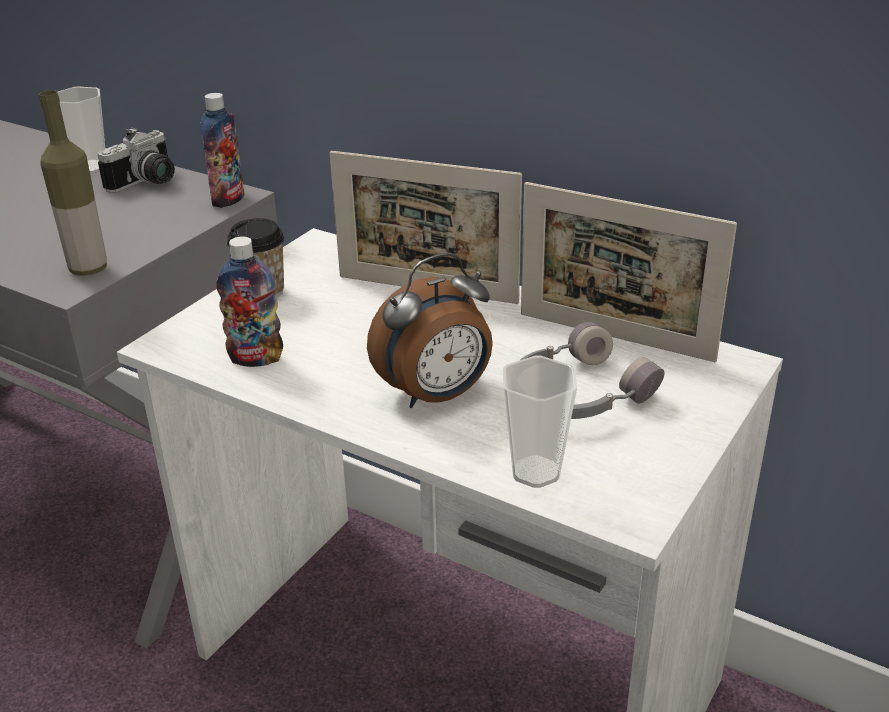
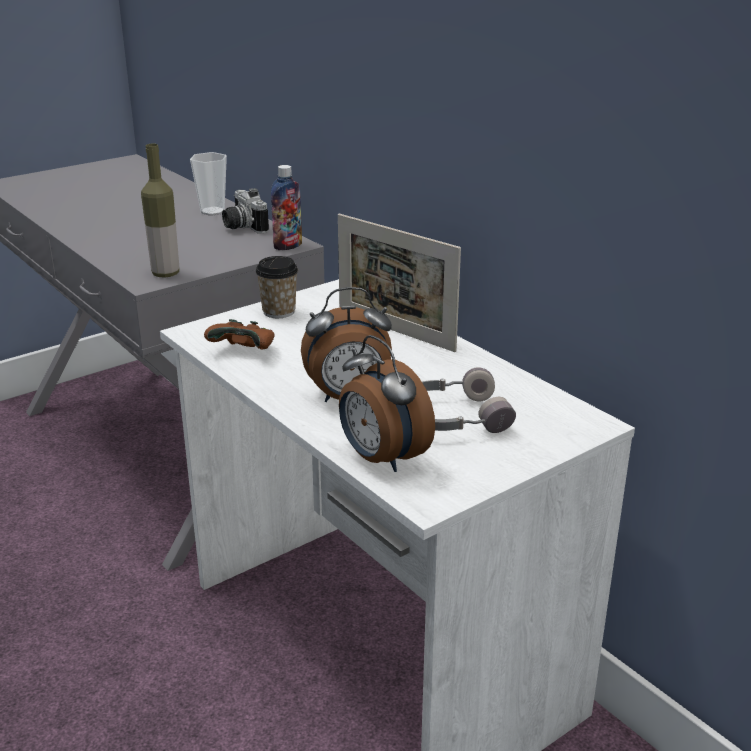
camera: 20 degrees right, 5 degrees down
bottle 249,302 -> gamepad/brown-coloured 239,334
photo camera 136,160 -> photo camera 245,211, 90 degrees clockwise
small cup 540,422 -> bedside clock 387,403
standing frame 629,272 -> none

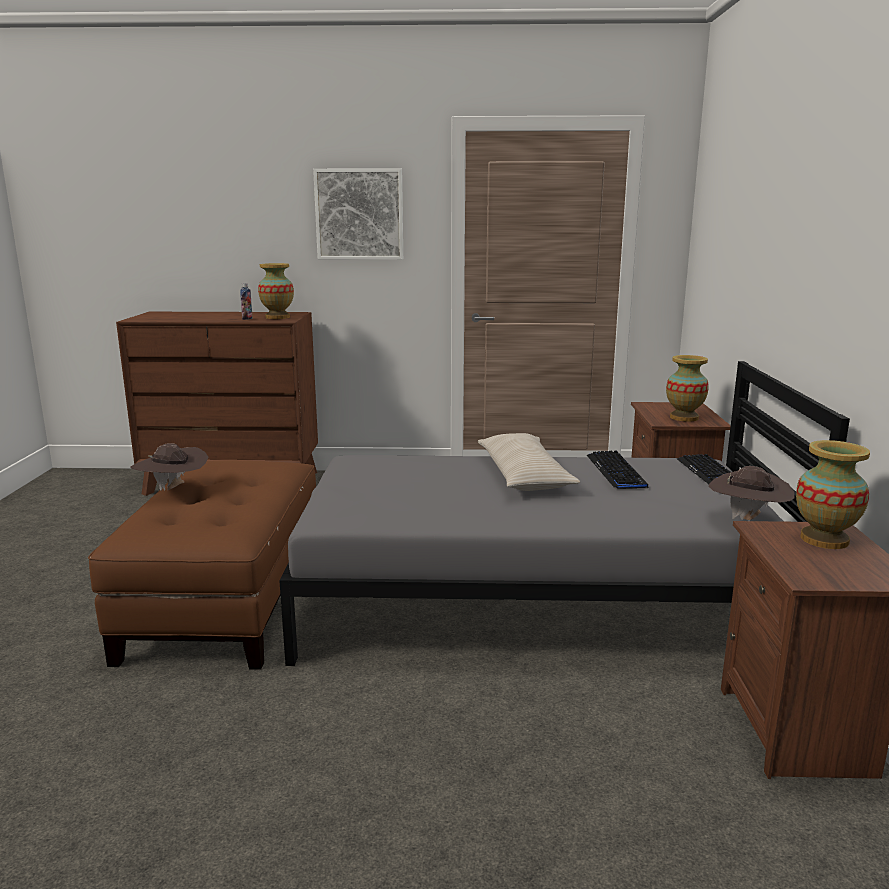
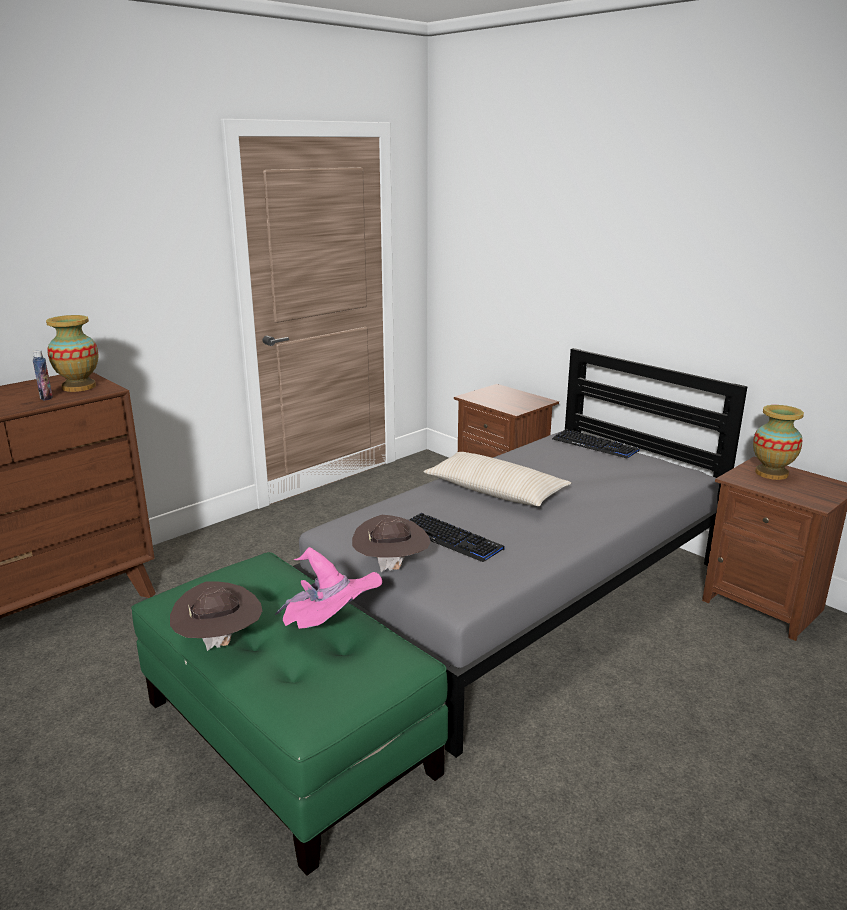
camera: 45 degrees left, 5 degrees up
footrest/brown-coloured 202,565 -> footrest/green 289,713
none -> clothing hat/pink-coloured 328,588
clothing hat/brown-coloured 752,493 -> clothing hat/brown-coloured 391,543, relocated
PC keyboard 617,470 -> PC keyboard 457,537, relocated
picture 358,214 -> none
decorative vase 687,388 -> none

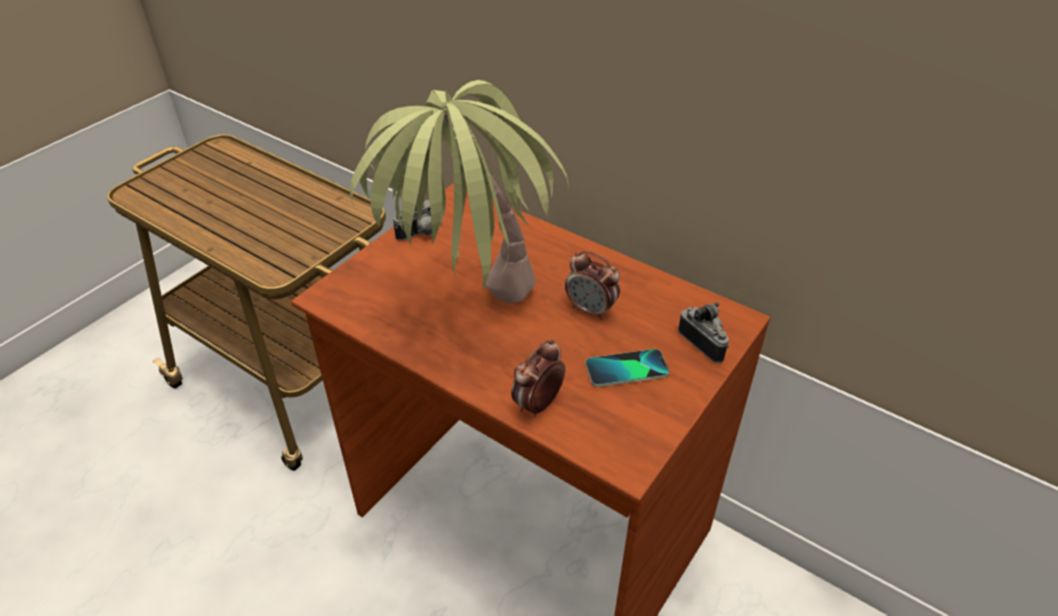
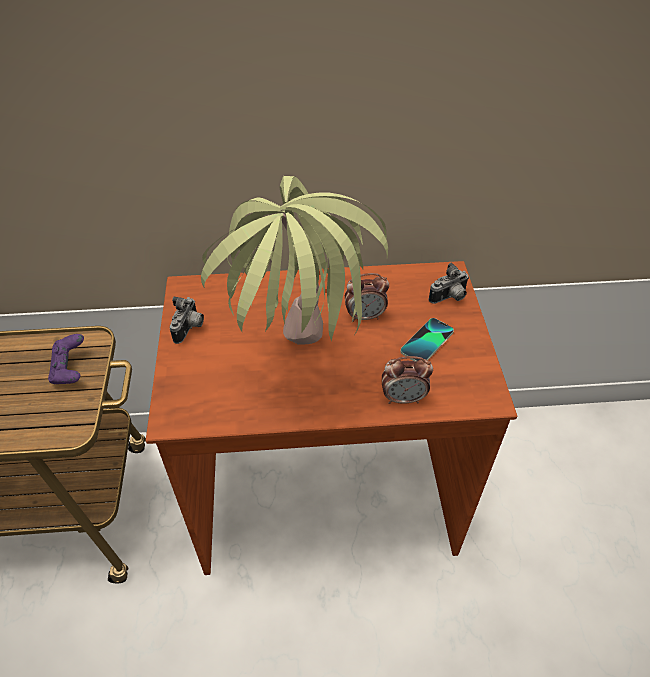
camera: 40 degrees left, 5 degrees up
none -> gamepad/purple 66,359
bedside clock 538,378 -> bedside clock 407,380, 90 degrees counterclockwise
photo camera 703,332 -> photo camera 448,283, 135 degrees clockwise

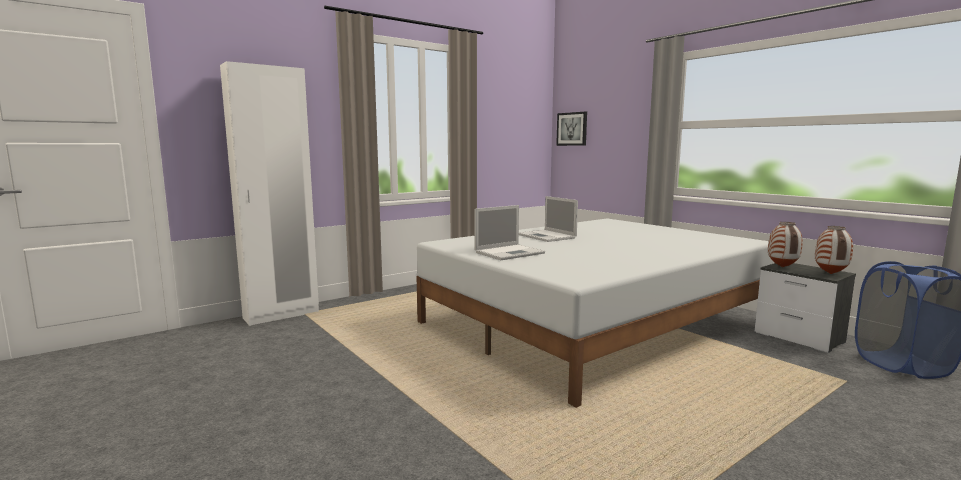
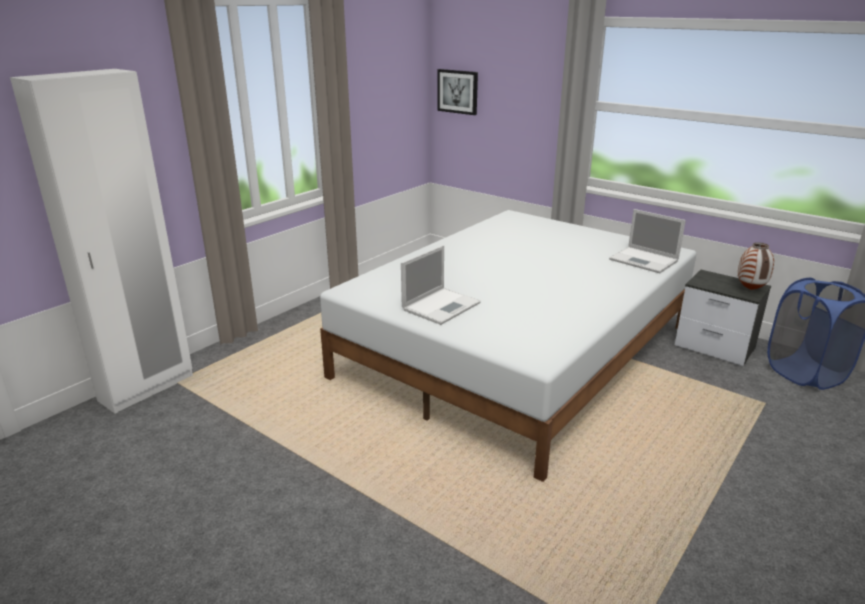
camera: 15 degrees left, 15 degrees up
laptop 548,219 -> laptop 647,241, relocated
decorative vase 785,244 -> none

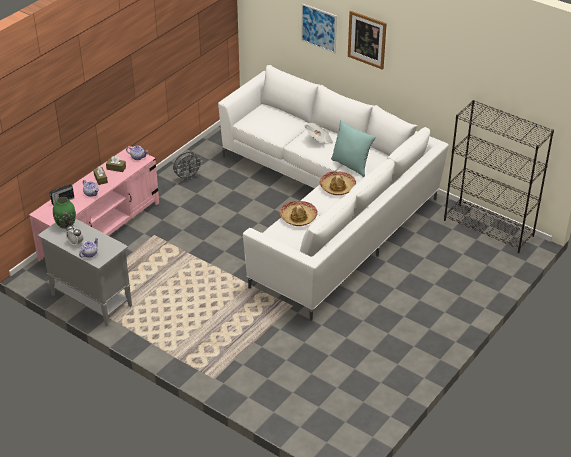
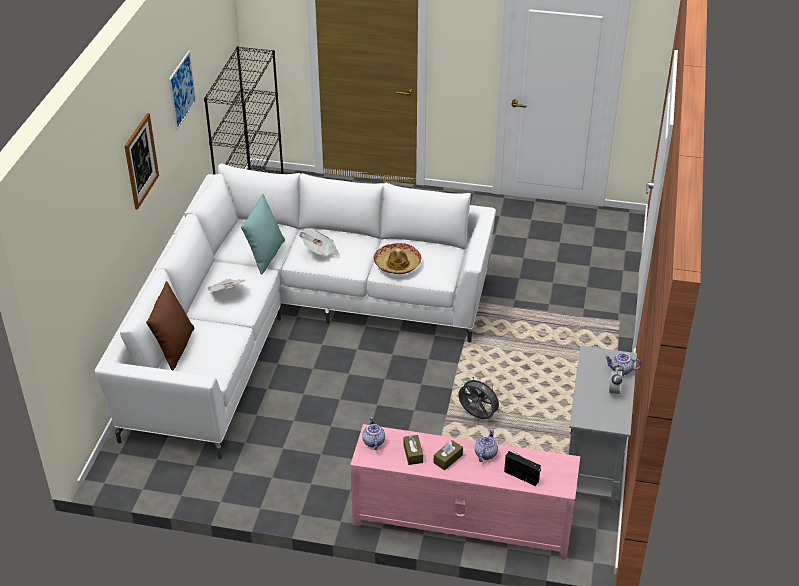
camera: 115 degrees left, 0 degrees up
none -> cushion/brown-coloured 170,325
picture 319,28 -> picture 182,90, relocated
clothing hat 338,183 -> daily paper 319,242
cooling fan/grey 188,166 -> cooling fan/grey 480,397, relocated
decorative vase/green 64,213 -> none

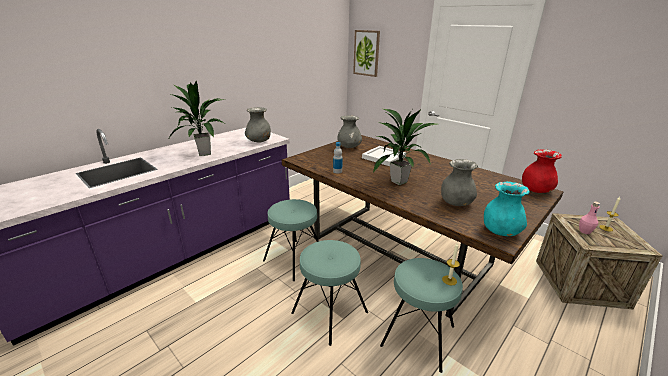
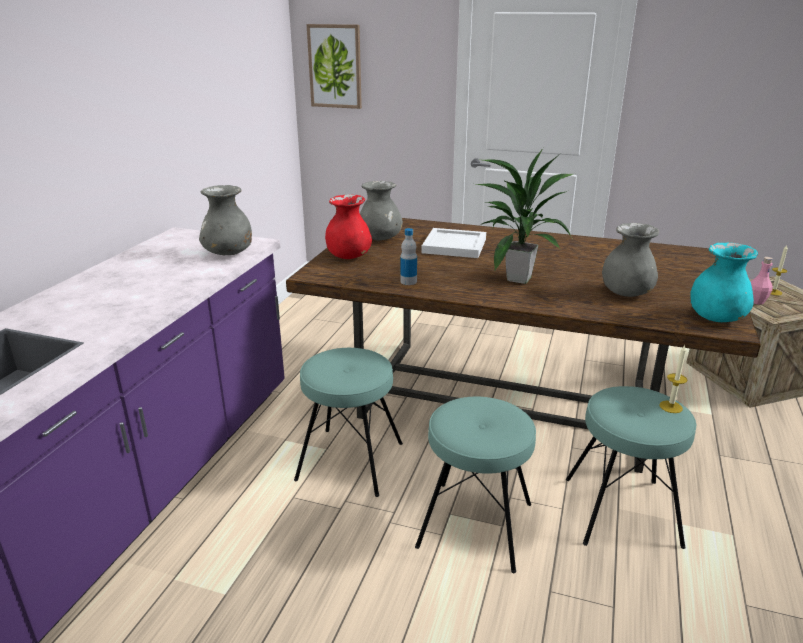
camera: 25 degrees left, 0 degrees up
decorative vase/red 542,171 -> decorative vase/red 348,226, relocated
potted plant 196,118 -> none

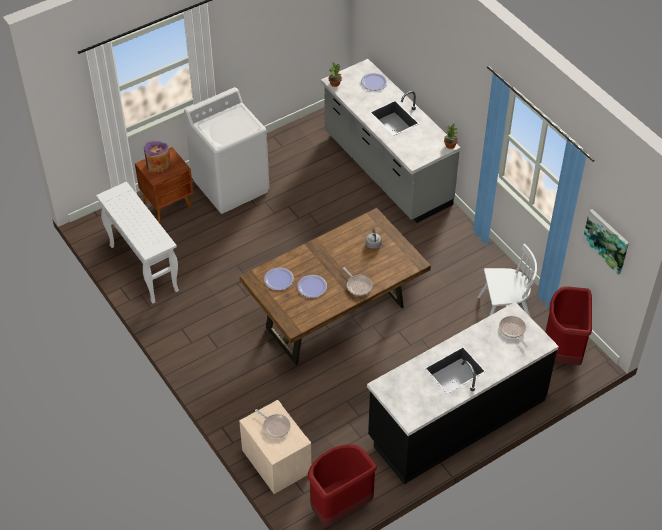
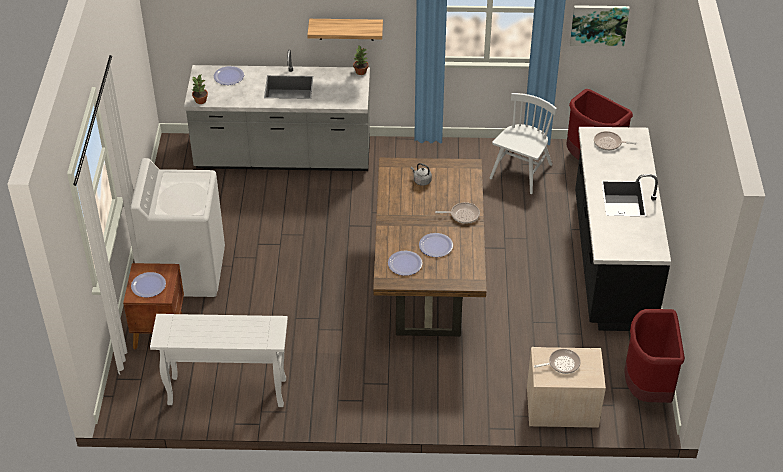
camera: 55 degrees left, 5 degrees down
decorative vase/purple 157,157 -> dinner plate 148,284
none -> shelf 345,30

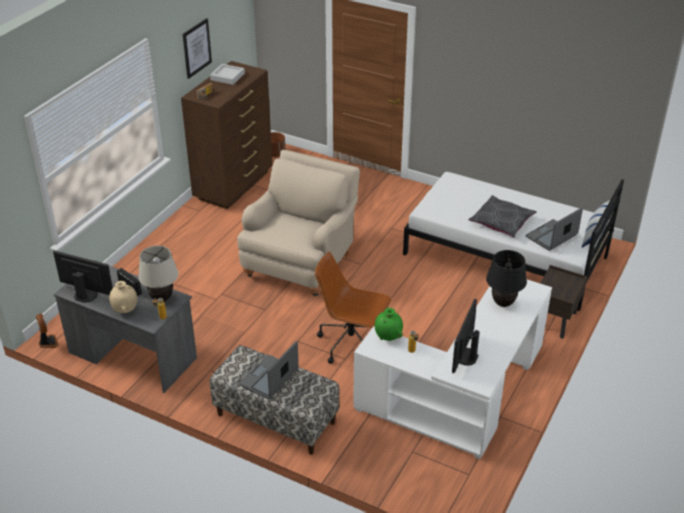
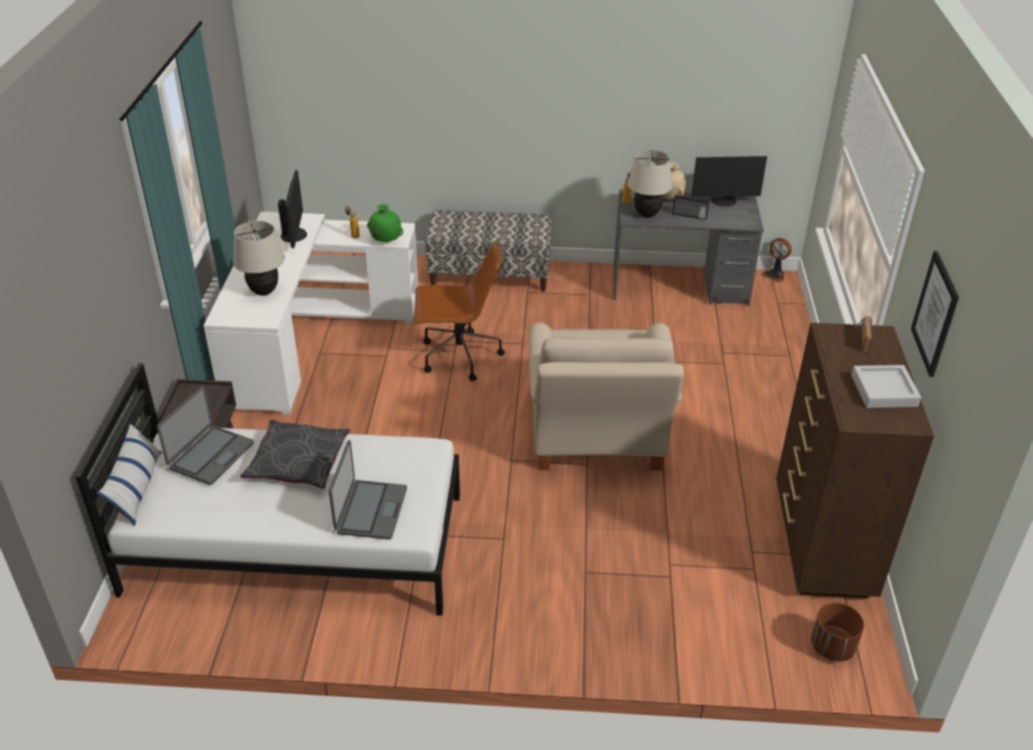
camera: 155 degrees right, 0 degrees up
lamp for a table/black 506,278 -> lamp for a table/beige-coloured 259,258
laptop 269,370 -> laptop 368,490, relocated

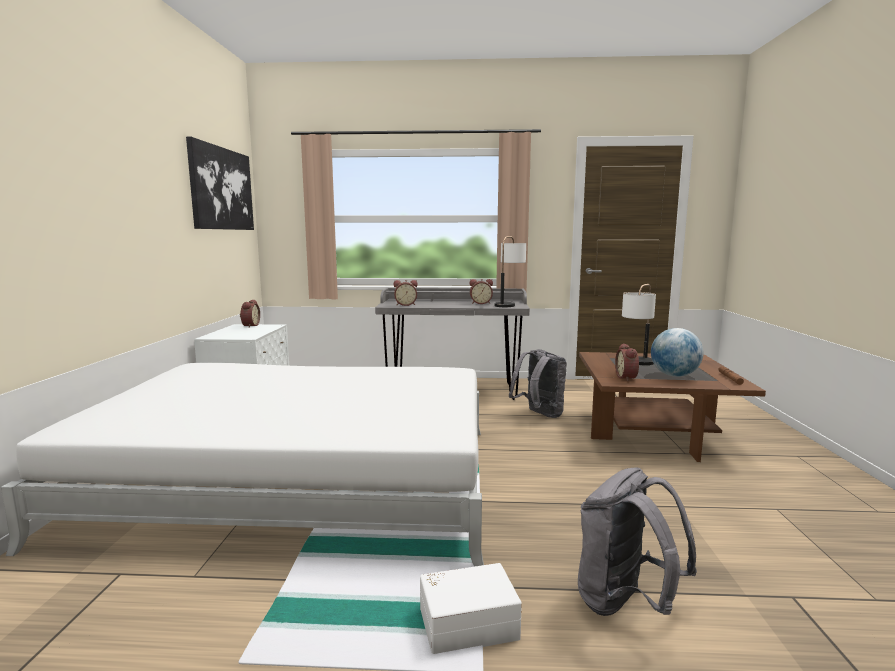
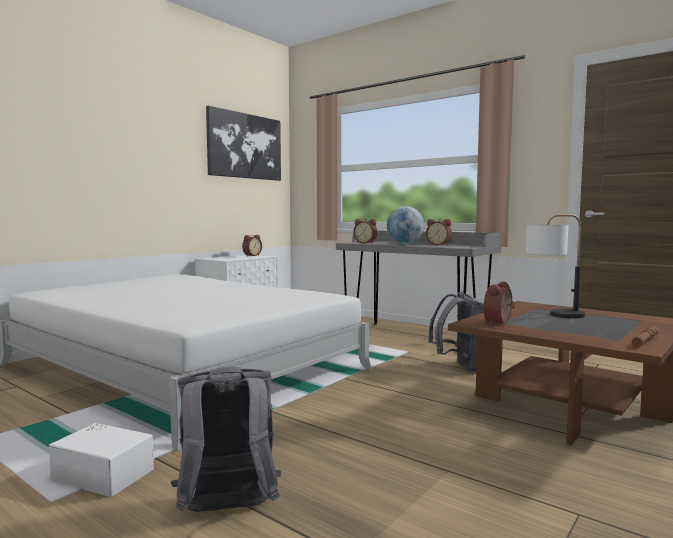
camera: 35 degrees right, 5 degrees down
desk globe 677,352 -> desk globe 405,225, relocated
lamp for a table 510,271 -> none

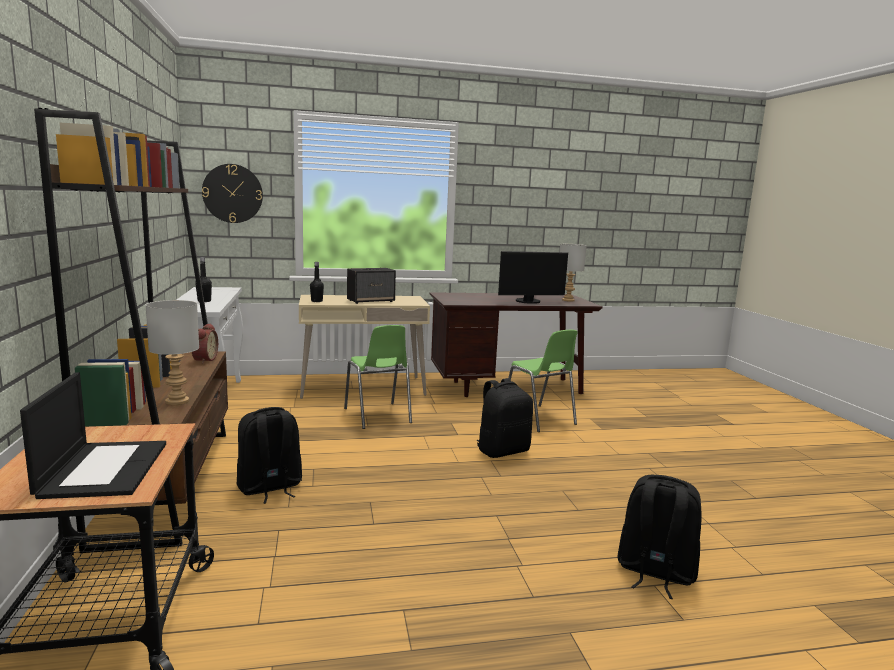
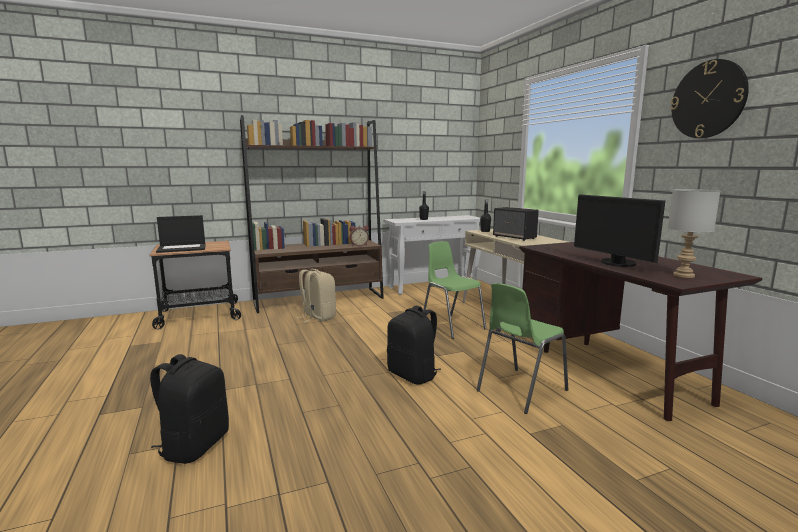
camera: 80 degrees right, 0 degrees up
knapsack/black 269,455 -> knapsack/beige-coloured 317,296
upright chair/green 378,377 -> upright chair/green 454,290, 90 degrees clockwise
hanging clock 232,193 -> hanging clock 709,98, relocated
lamp for a table/grey 172,352 -> none

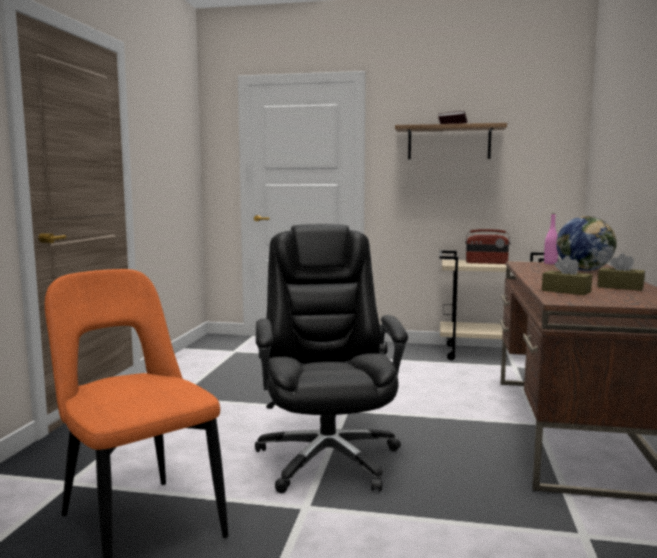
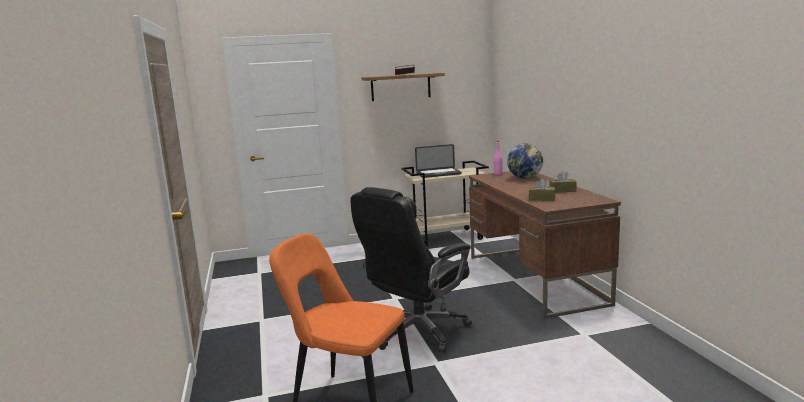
camera: 25 degrees left, 5 degrees up
desk chair/black 331,358 -> desk chair/black 411,270, 105 degrees counterclockwise
radio set 488,246 -> laptop 438,161

